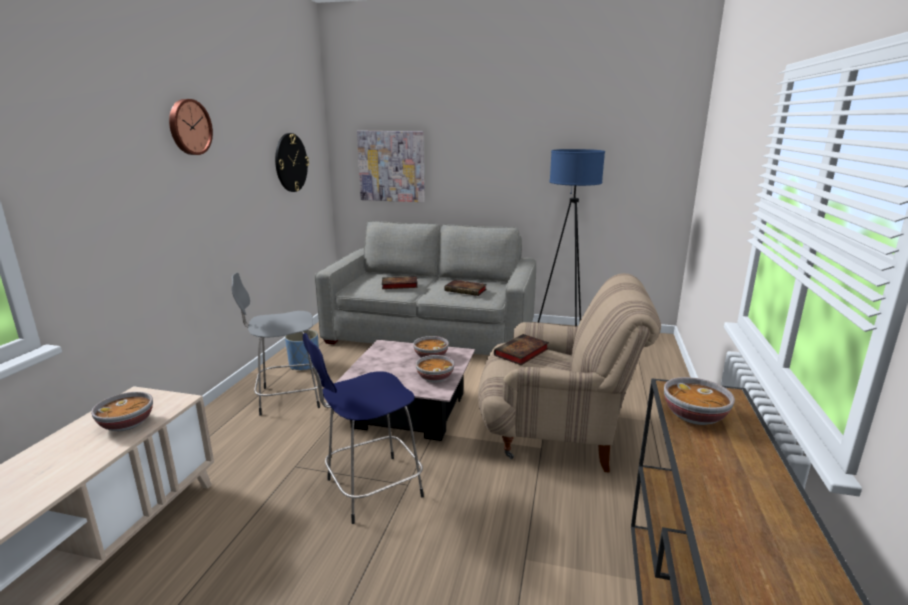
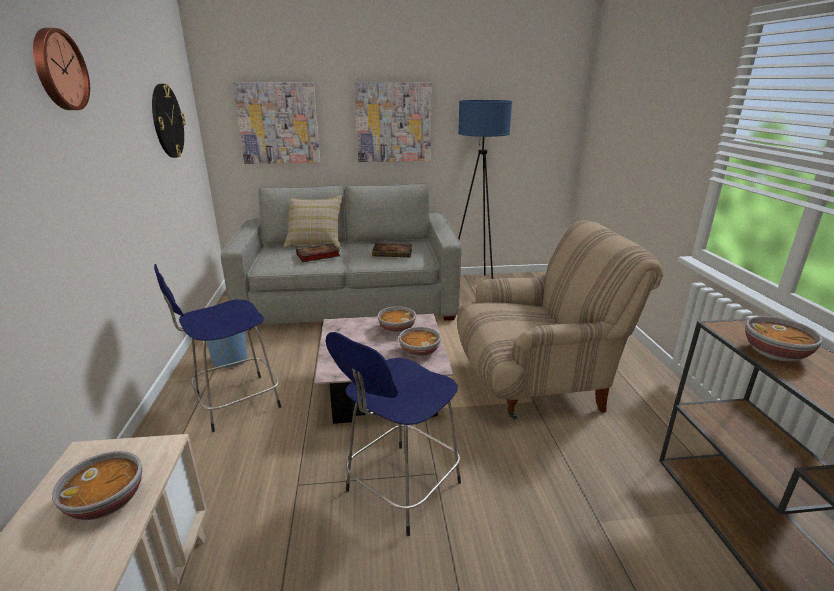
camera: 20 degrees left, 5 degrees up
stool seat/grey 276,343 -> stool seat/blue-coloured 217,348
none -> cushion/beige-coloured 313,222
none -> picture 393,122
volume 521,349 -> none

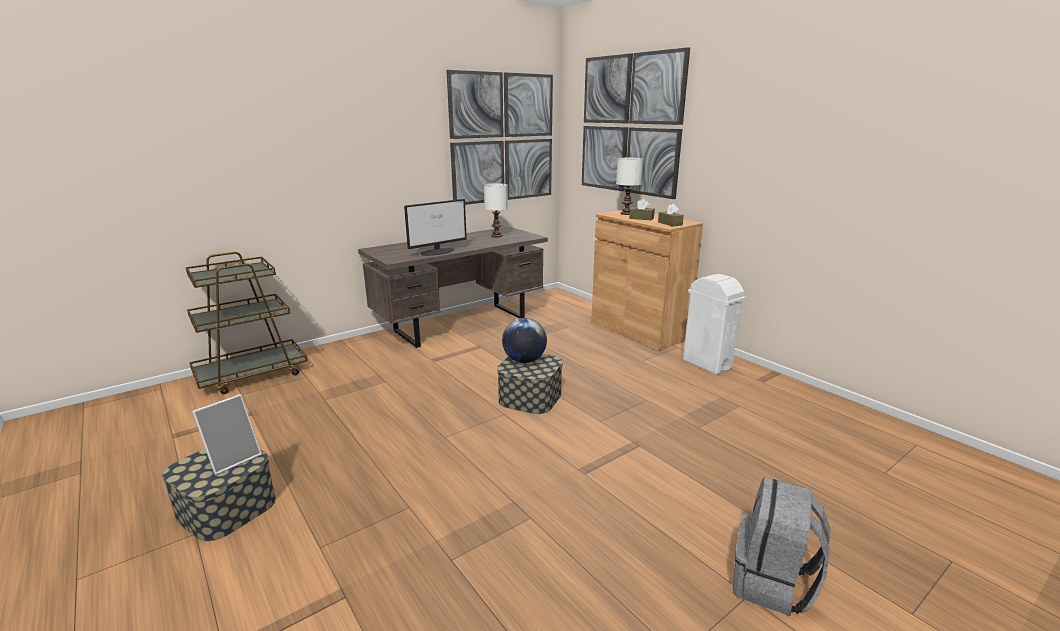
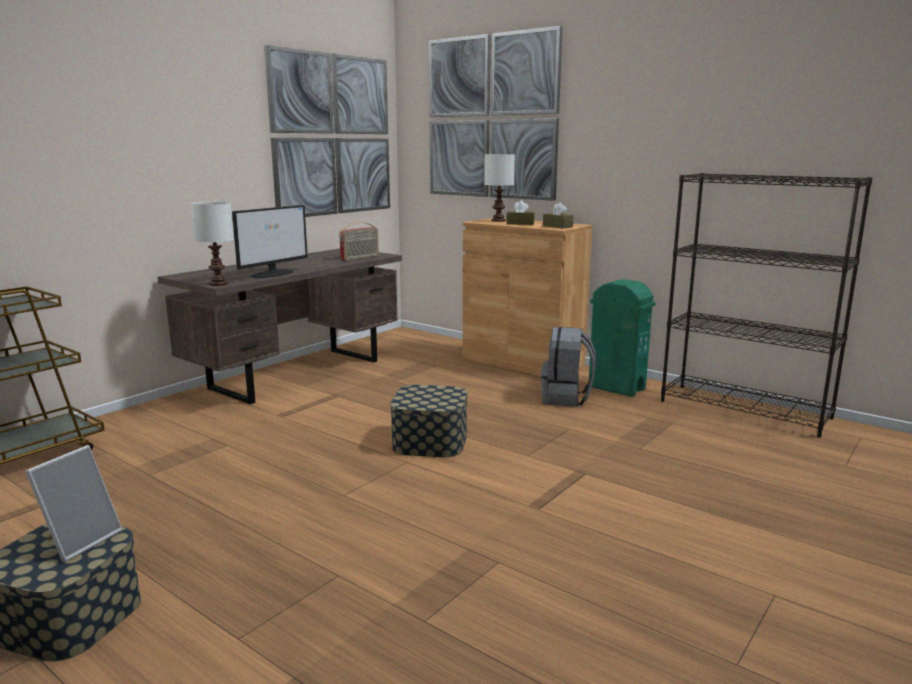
camera: 15 degrees left, 5 degrees down
lamp for a table/whitish 496,210 -> lamp for a table/whitish 212,243, relocated
none -> radio set 359,241
knapsack/grey 781,546 -> knapsack/grey 568,367, relocated
rubbish bin/whitish 714,324 -> rubbish bin/green 622,338
none -> shelving unit/black 766,305
desk globe 524,340 -> none

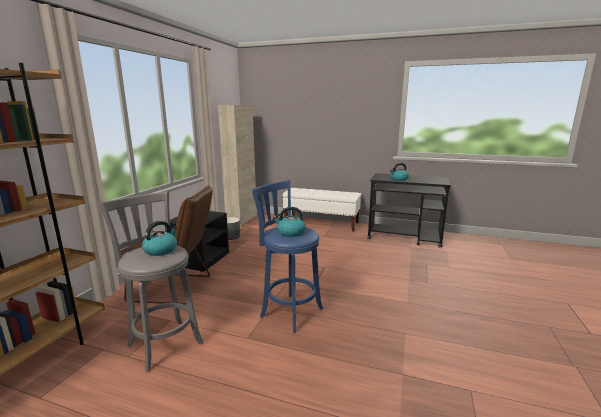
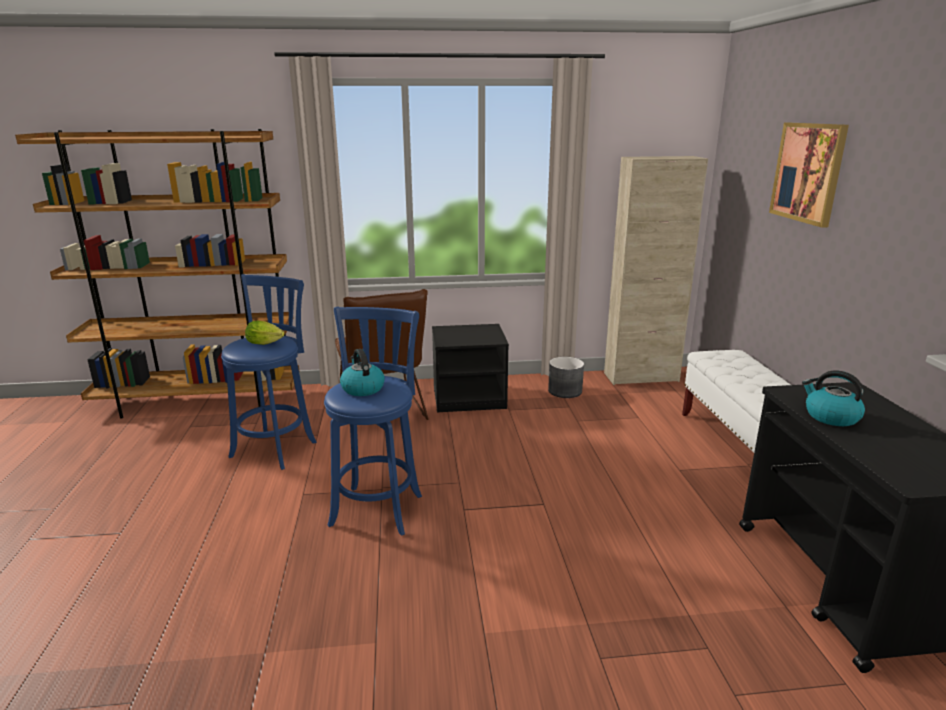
camera: 65 degrees right, 5 degrees up
stool seat/grey 151,281 -> stool seat/blue-coloured 269,372
kettle 159,238 -> lettuce head 264,333
none -> picture 809,175

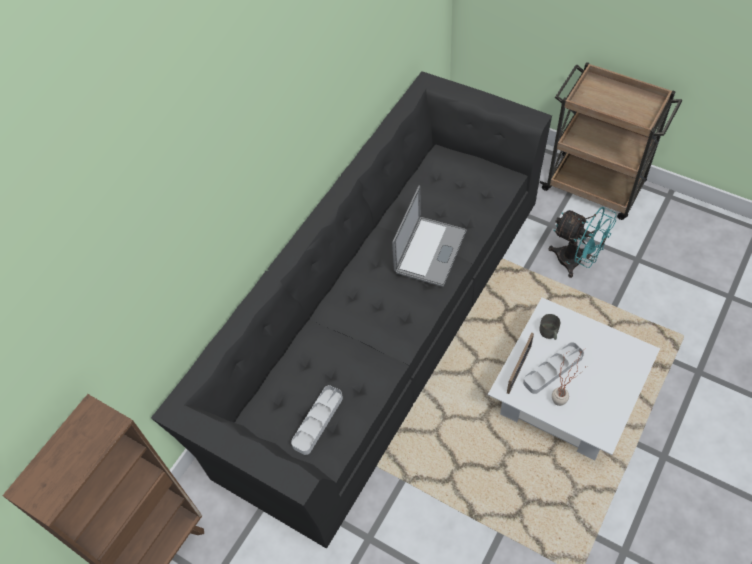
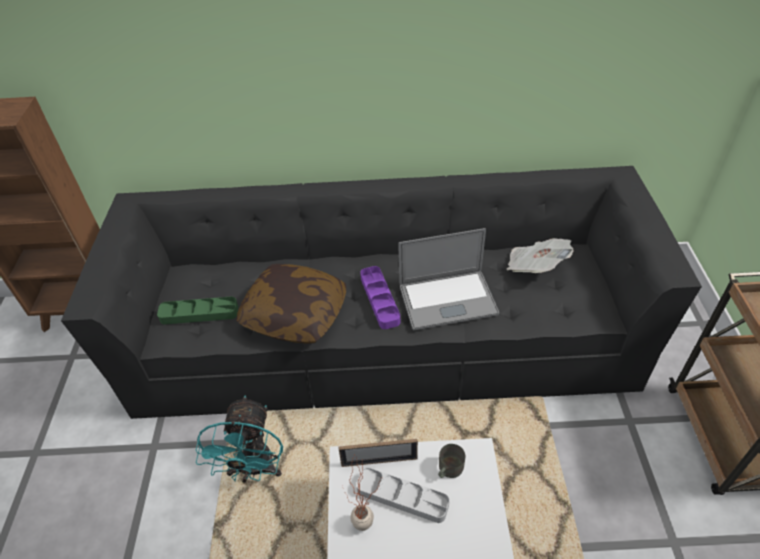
camera: 55 degrees right, 10 degrees down
serving tray/grey 317,420 -> serving tray/green 197,310
cooling fan/turquoise 582,242 -> cooling fan/turquoise 239,439, relocated
none -> cushion 291,304
none -> serving tray/purple 380,297
none -> daily paper 540,255

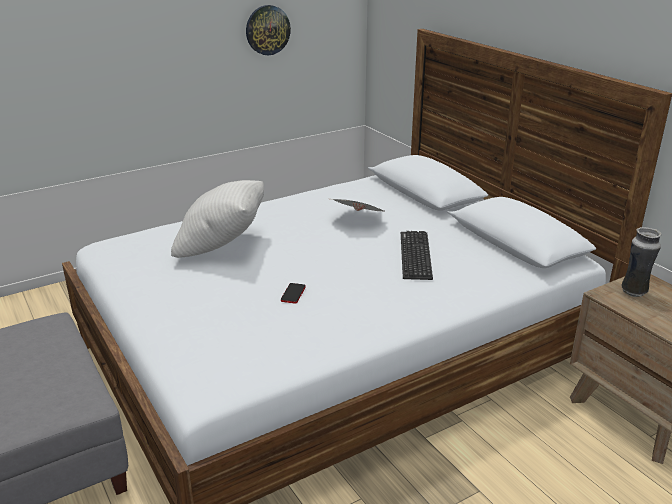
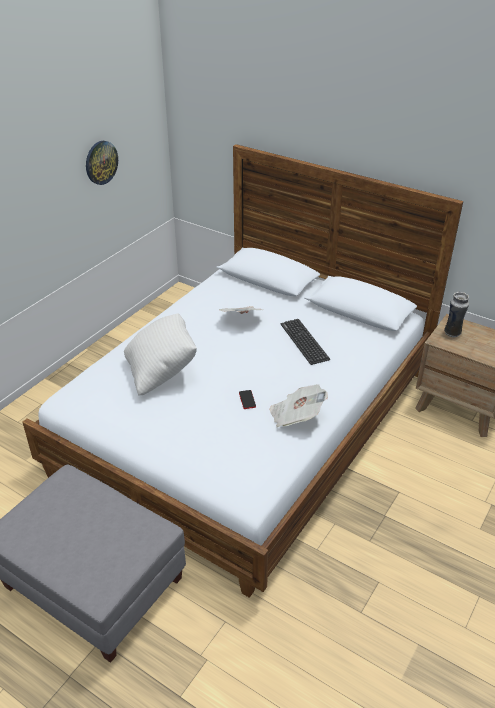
camera: 25 degrees left, 10 degrees up
none -> daily paper 298,405

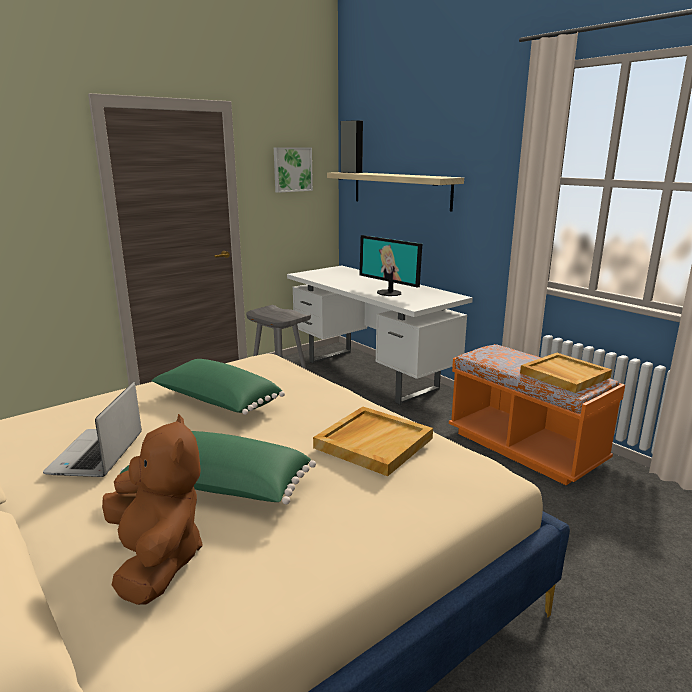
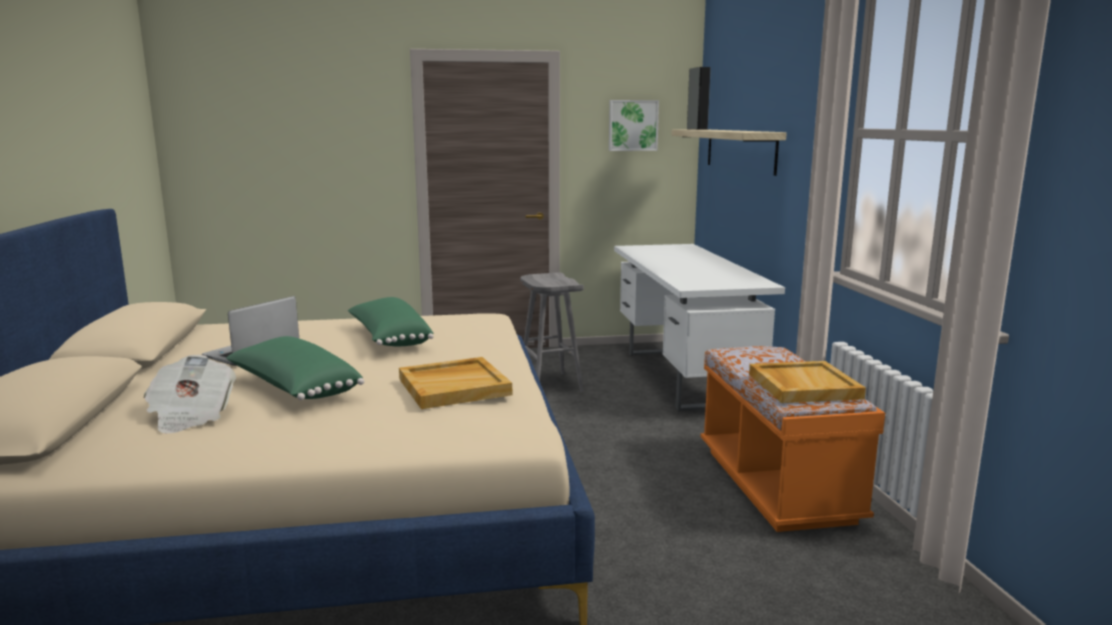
camera: 30 degrees right, 5 degrees down
plush toy/brown-coloured 152,509 -> daily paper 190,394
computer screen 390,265 -> none

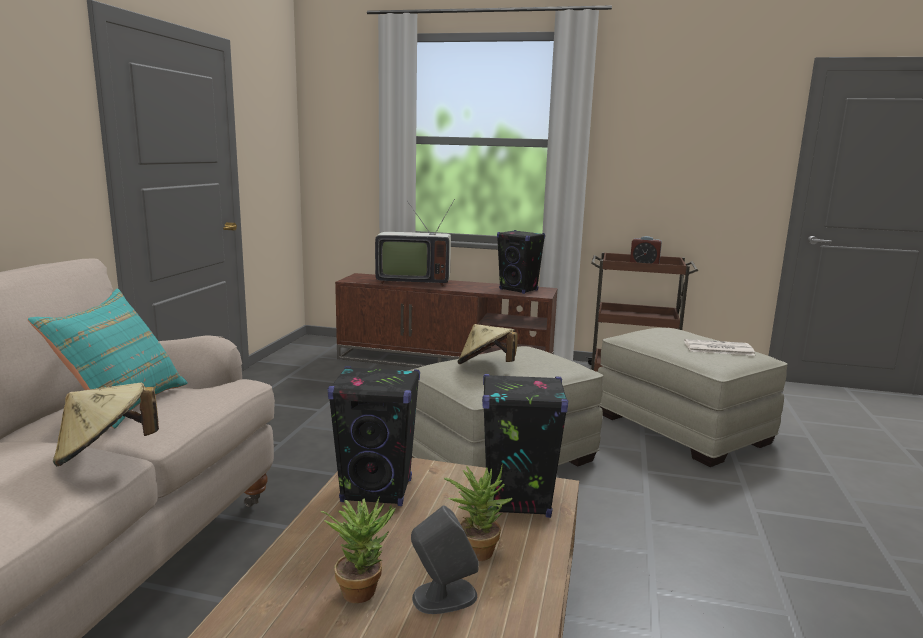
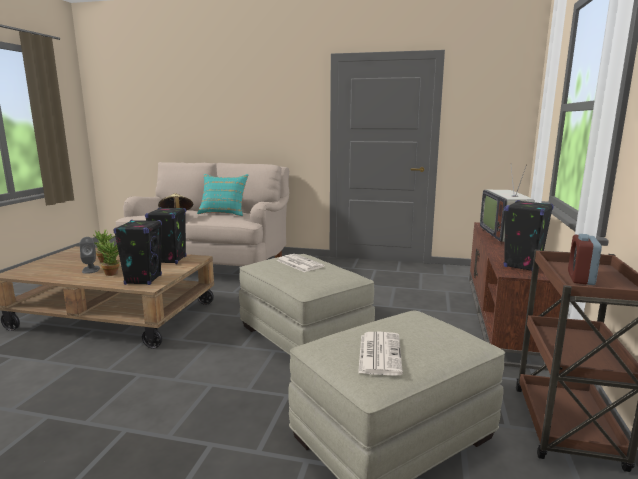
camera: 90 degrees right, 0 degrees up
clothing hat/beige-coloured 487,344 -> daily paper 301,263

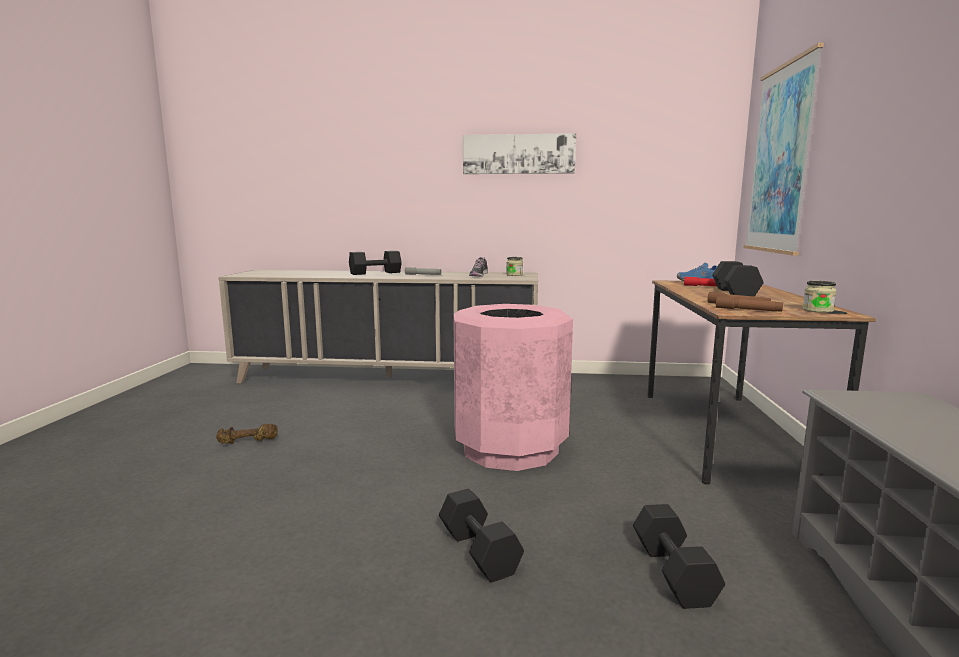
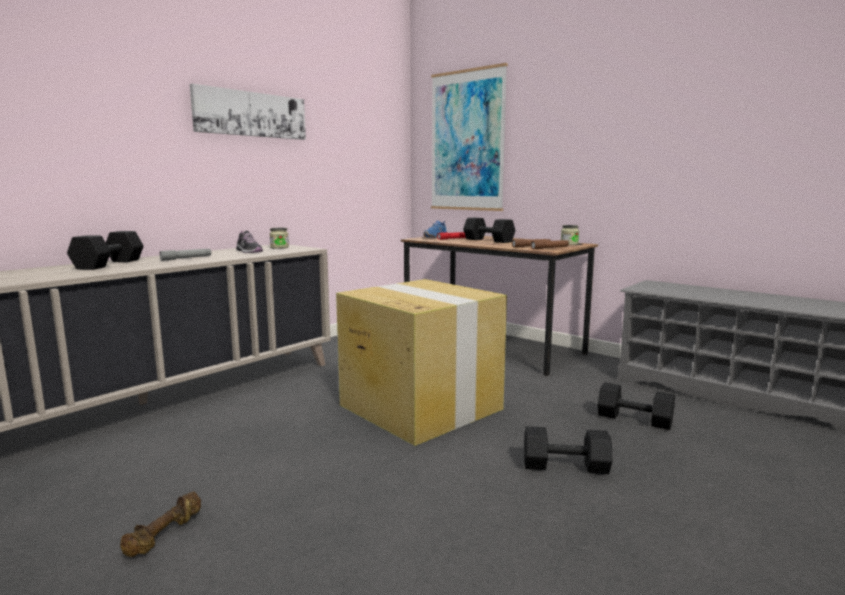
camera: 55 degrees left, 0 degrees up
rubbish bin/pink-coloured 513,387 -> cardboard box 421,362

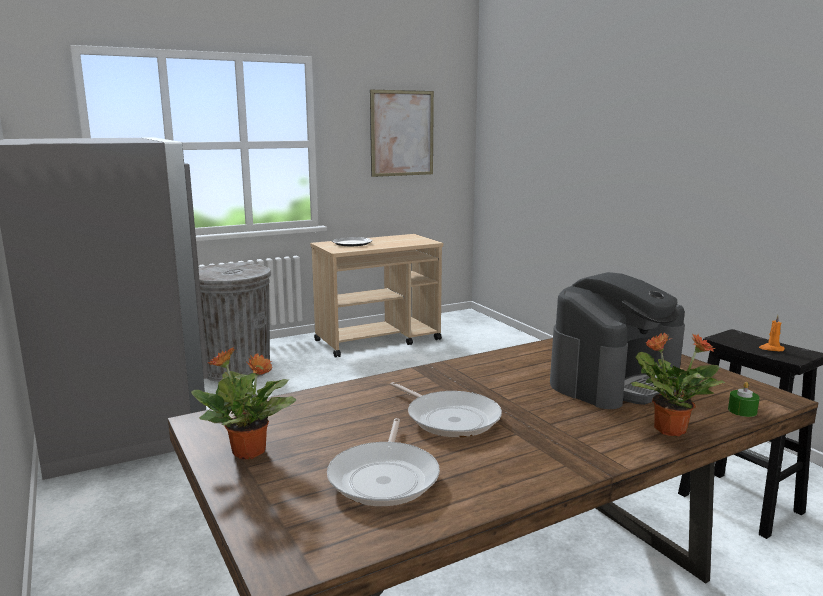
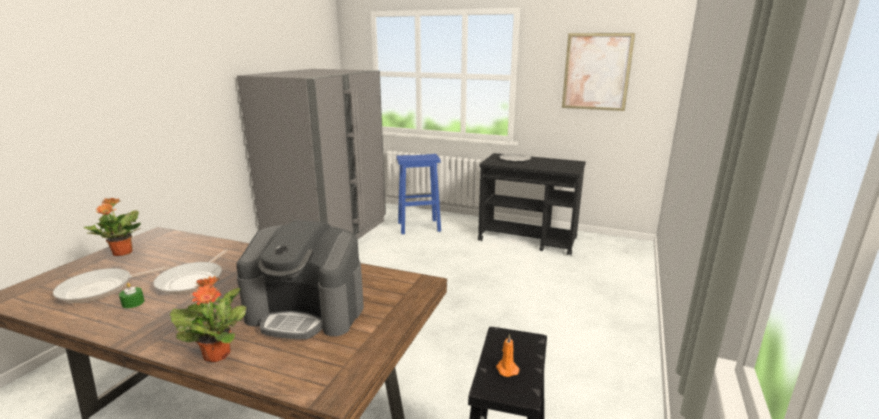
camera: 50 degrees right, 5 degrees up
candle/green 744,399 -> candle/green 132,295, relocated
rubbish bin/grey 235,322 -> stool seat/blue-coloured 418,194
cart/beige-coloured 376,296 -> cart/black 532,204

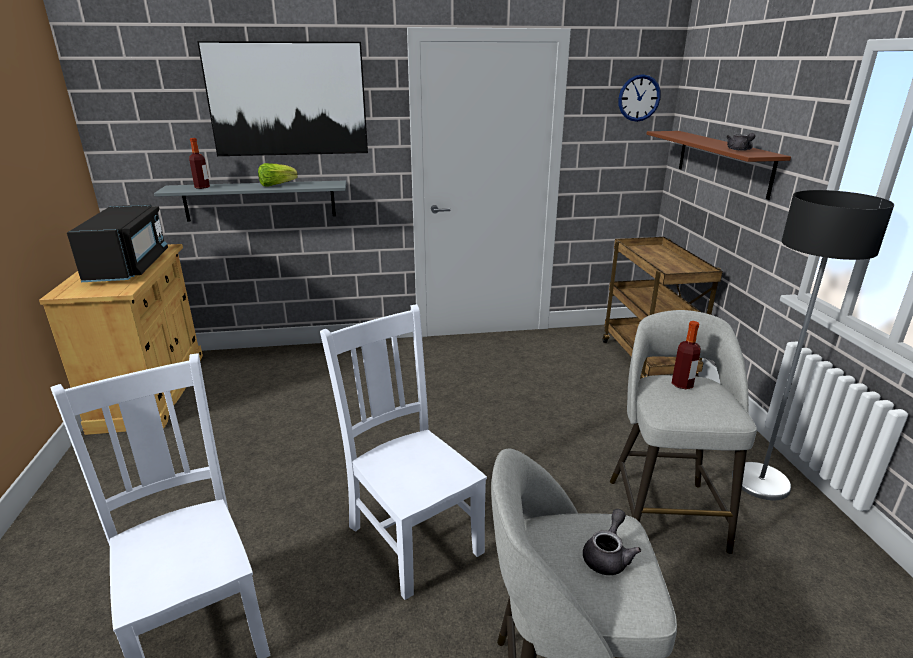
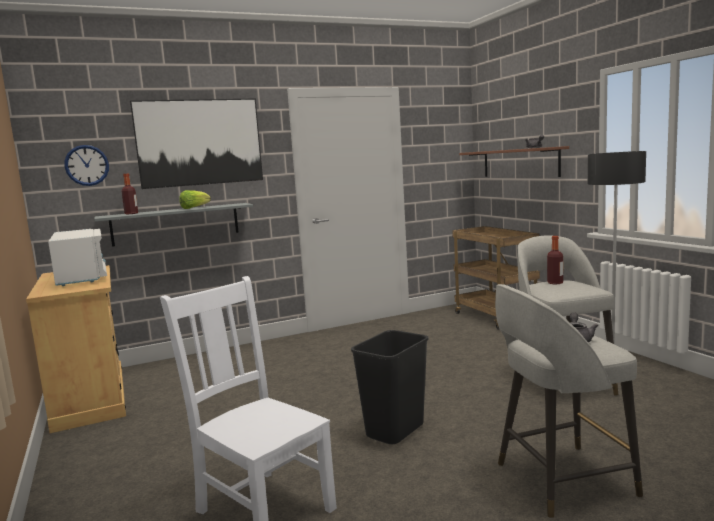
camera: 15 degrees left, 15 degrees down
microwave oven/black 117,243 -> microwave oven/whitish 77,257
hanging clock 639,98 -> hanging clock 86,165, relocated
upright chair/whitish 403,452 -> rubbish bin/black 389,387

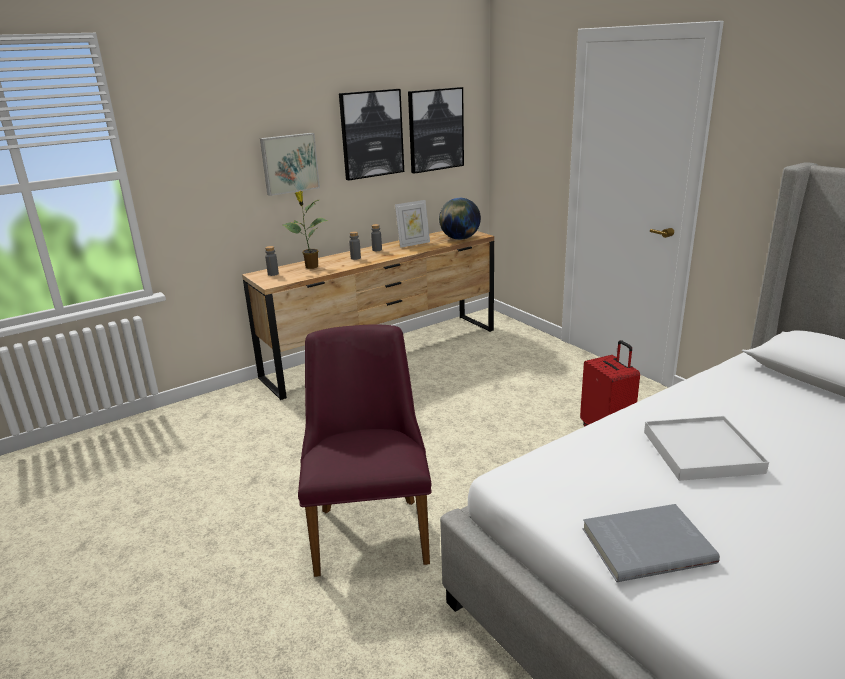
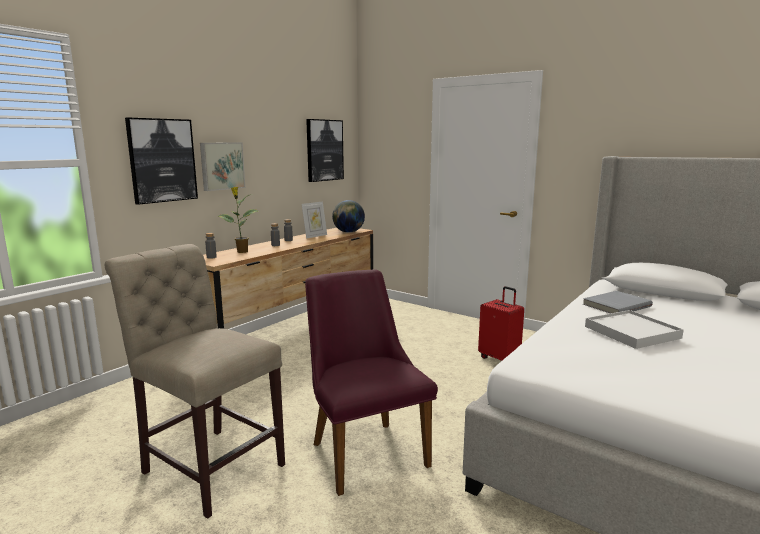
camera: 20 degrees left, 10 degrees down
none -> upright chair/beige-coloured 195,381
picture 371,135 -> picture 161,161, relocated
volume/grey 651,543 -> volume/grey 618,302, relocated

